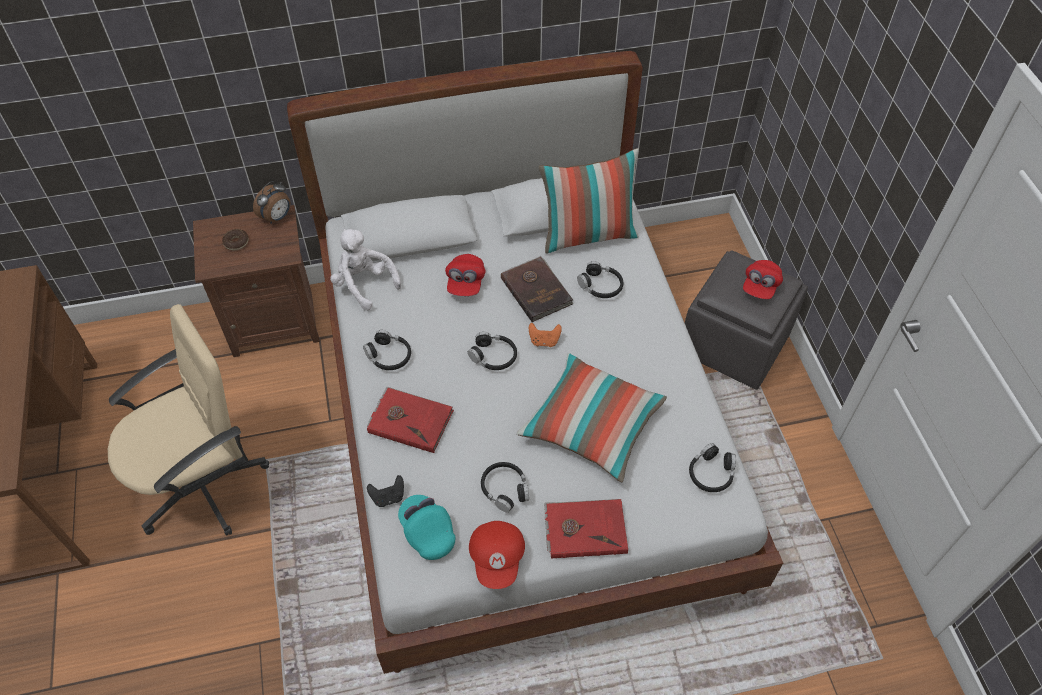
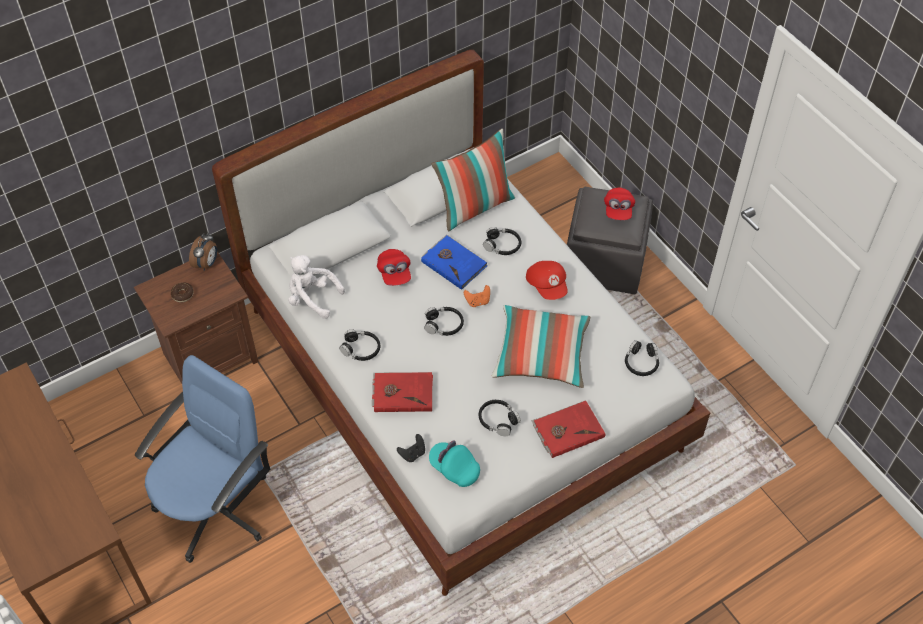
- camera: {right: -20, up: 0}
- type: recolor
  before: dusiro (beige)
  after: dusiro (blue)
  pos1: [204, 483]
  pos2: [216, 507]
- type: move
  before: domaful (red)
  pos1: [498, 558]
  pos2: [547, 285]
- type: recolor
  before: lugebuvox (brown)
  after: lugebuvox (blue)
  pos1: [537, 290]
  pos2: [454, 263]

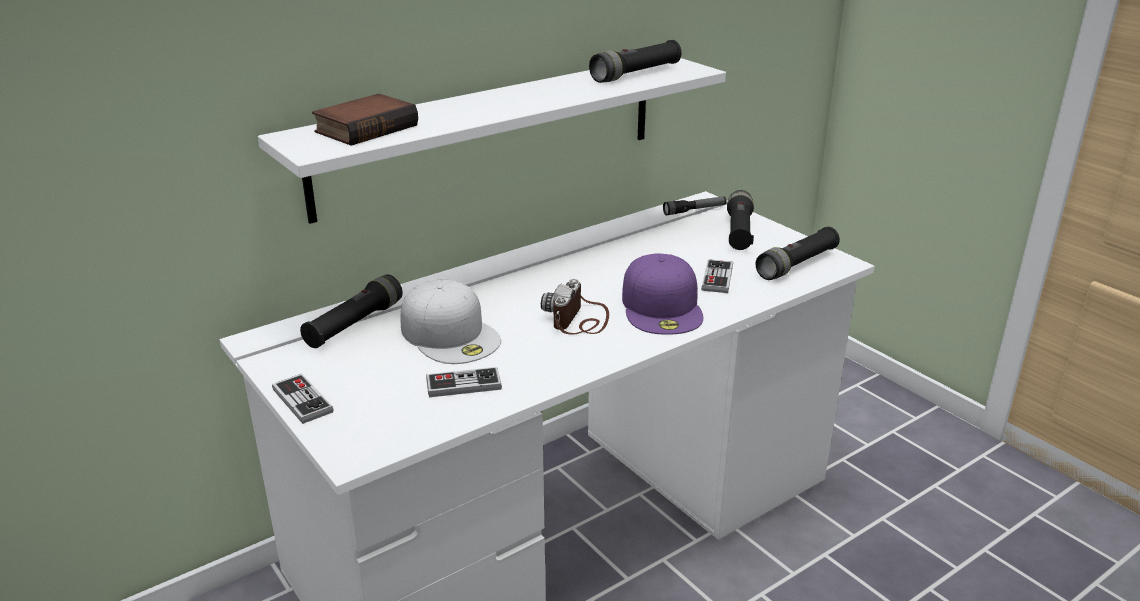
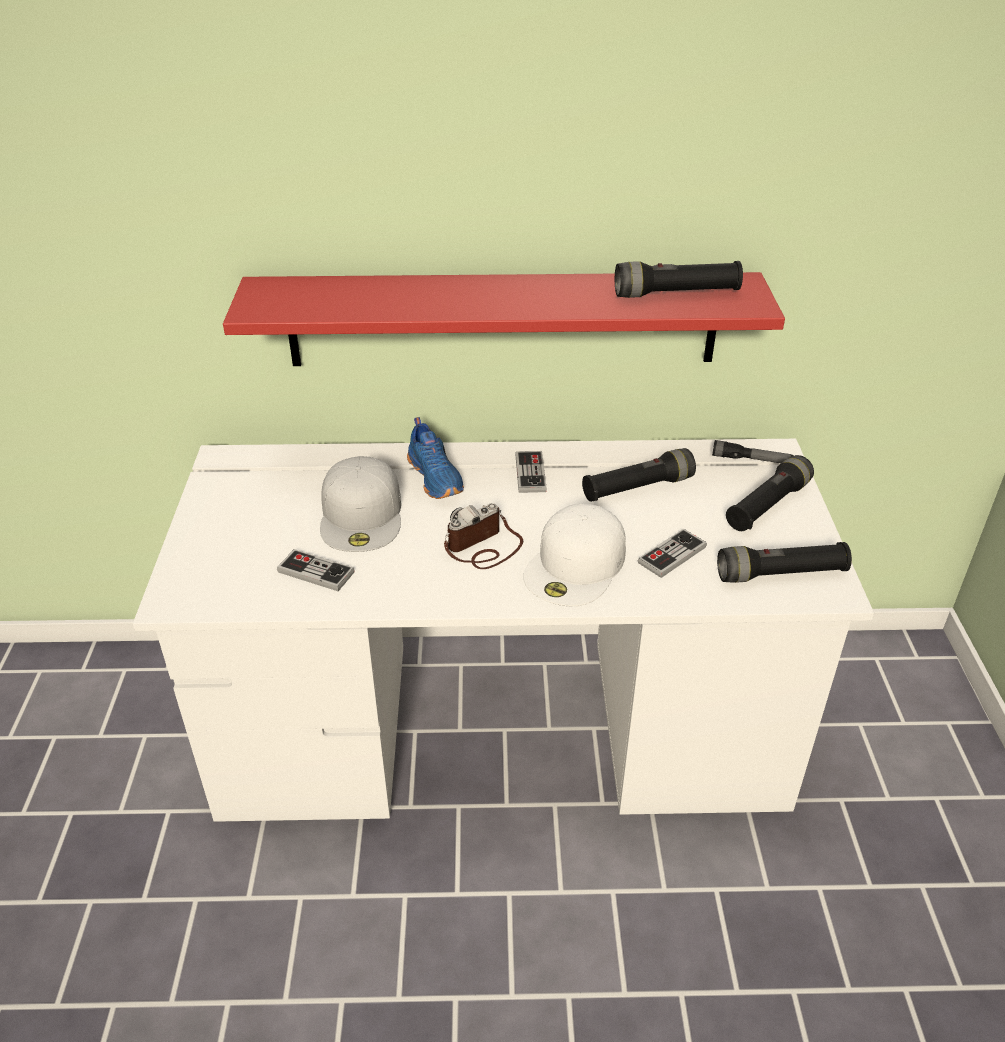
- camera: {right: 35, up: 10}
- type: recolor
  before: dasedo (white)
  after: dasedo (red)
  pos1: [491, 133]
  pos2: [502, 319]
- type: move
  before: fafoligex
  pos1: [302, 400]
  pos2: [530, 473]
- type: move
  before: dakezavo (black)
  pos1: [354, 324]
  pos2: [637, 488]
- type: delete
  before: lugebuvox
  pos1: [366, 128]
- type: recolor
  before: domaful (purple)
  after: domaful (white)
  pos1: [662, 307]
  pos2: [576, 566]
- type: insert
  after: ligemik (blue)
  pos2: [436, 477]

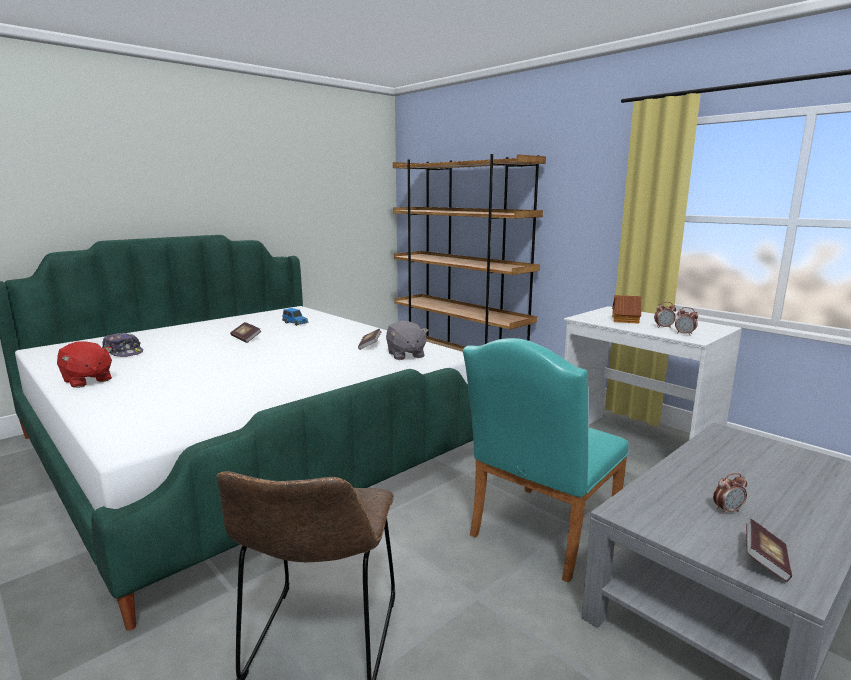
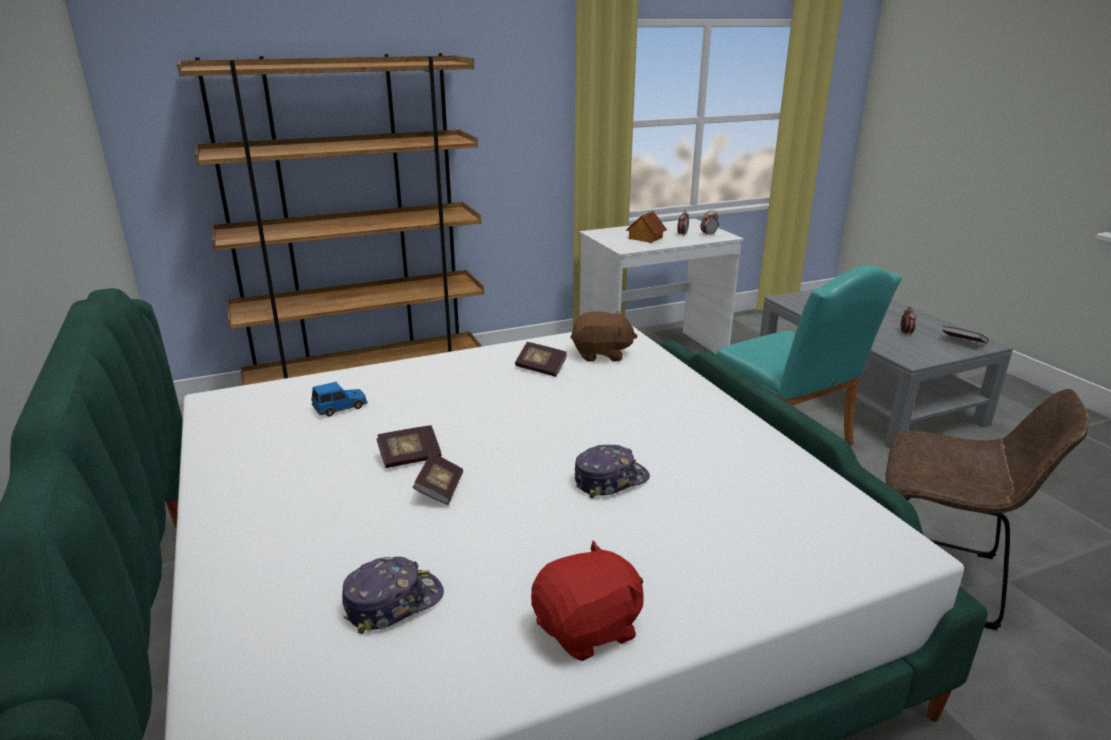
- camera: {right: -70, up: 10}
- type: recolor
  before: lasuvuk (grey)
  after: lasuvuk (brown)
  pos1: [405, 355]
  pos2: [601, 354]
- type: insert
  after: lugebuvox
  pos2: [440, 489]
- type: insert
  after: domaful
  pos2: [610, 480]

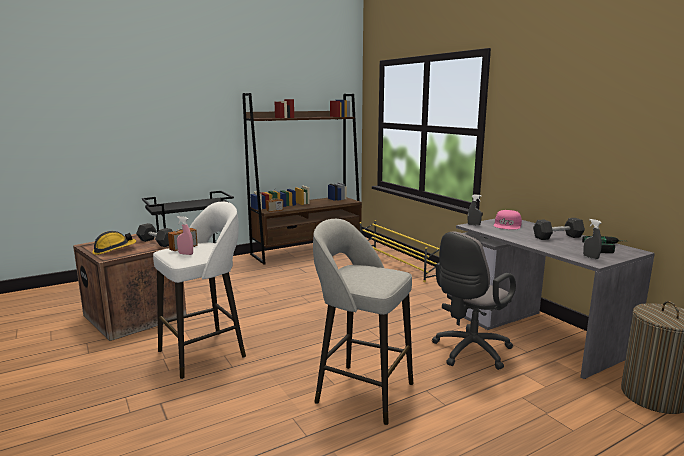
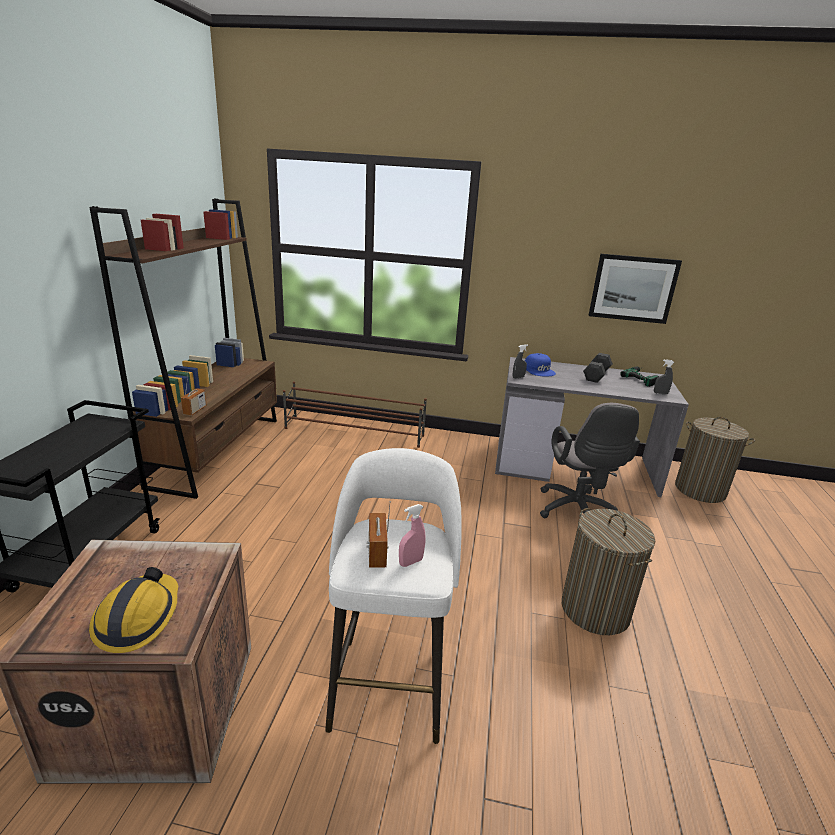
- camera: {right: -50, up: 10}
- type: delete
  before: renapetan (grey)
  pos1: [156, 242]
- type: replace
  before: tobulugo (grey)
  after: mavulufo
  pos1: [362, 392]
  pos2: [595, 610]
- type: recolor
  before: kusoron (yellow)
  after: kusoron (brown)
  pos1: [397, 263]
  pos2: [355, 432]
- type: recolor
  before: domaful (pink)
  after: domaful (blue)
  pos1: [507, 225]
  pos2: [539, 370]
- type: insert
  after: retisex
  pos2: [633, 288]

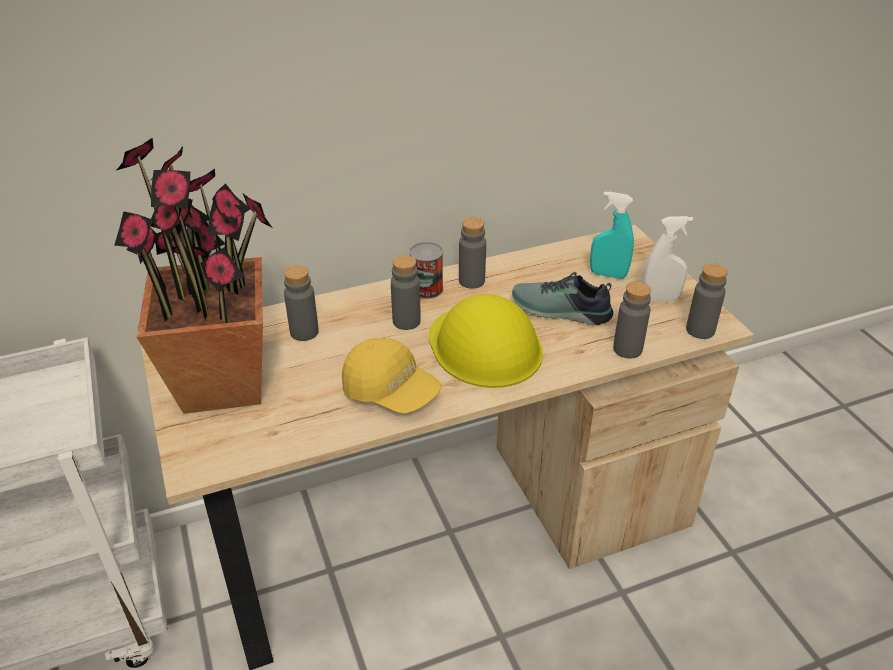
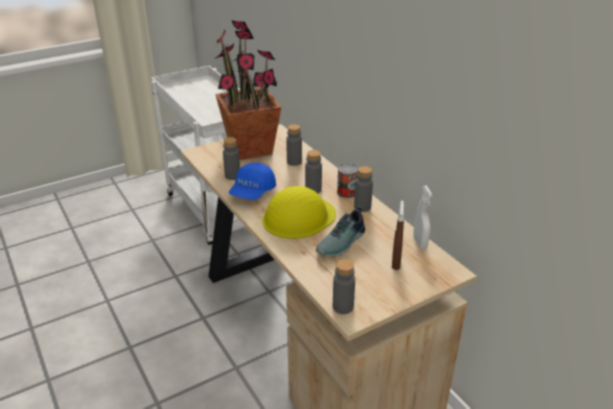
- camera: {right: 80, up: -5}
- type: recolor
  before: domaful (yellow)
  after: domaful (blue)
  pos1: [391, 392]
  pos2: [252, 192]
- type: rotate
  before: ligemik
  pos1: [560, 311]
  pos2: [343, 243]
  turn: -150
- type: recolor
  before: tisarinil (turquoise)
  after: tisarinil (brown)
  pos1: [608, 274]
  pos2: [396, 262]
- type: move
  before: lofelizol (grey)
  pos1: [627, 349]
  pos2: [232, 176]
- type: move
  before: tisarinil (white)
  pos1: [659, 299]
  pos2: [420, 242]

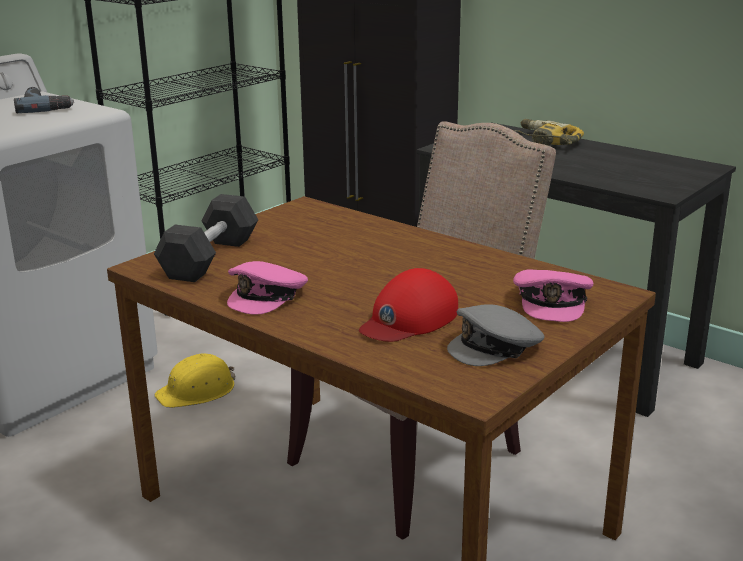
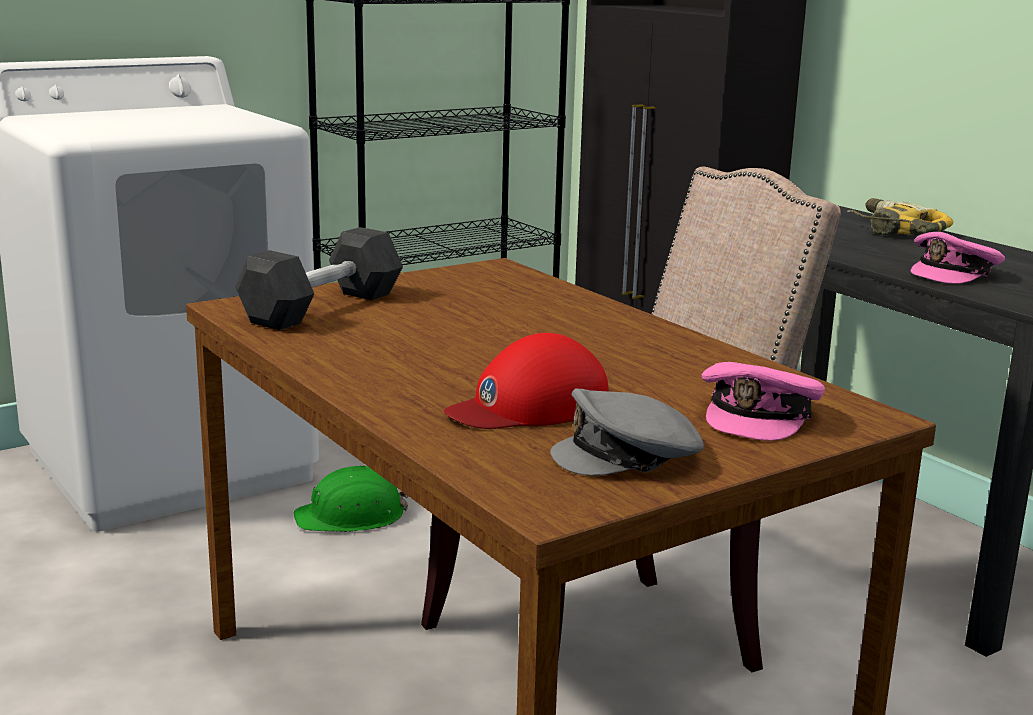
- camera: {right: 15, up: -5}
- type: delete
  before: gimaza
  pos1: [45, 106]
- type: recolor
  before: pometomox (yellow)
  after: pometomox (green)
  pos1: [197, 391]
  pos2: [351, 516]
- type: move
  before: domaful (pink)
  pos1: [267, 296]
  pos2: [954, 273]

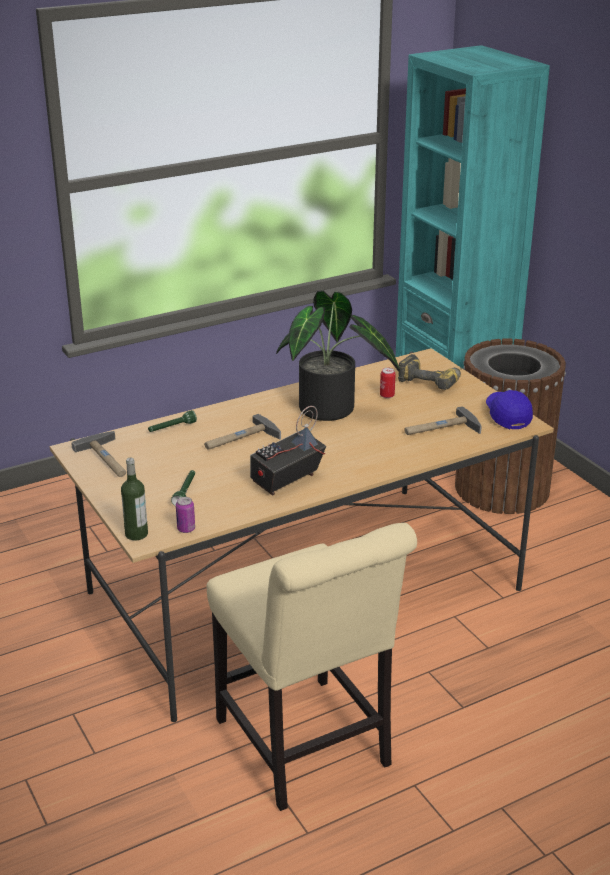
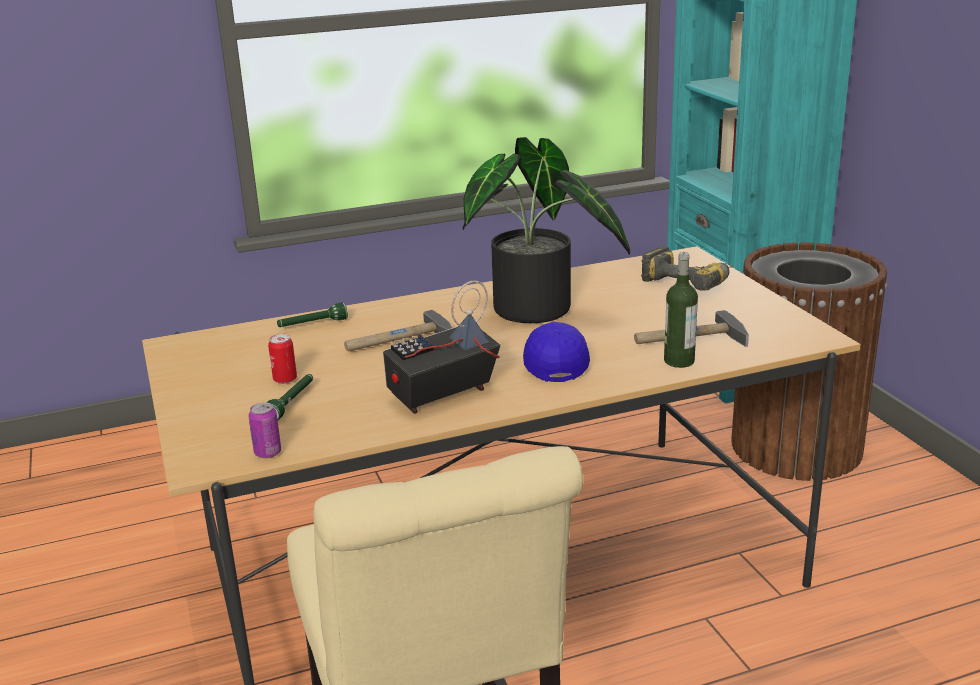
- camera: {right: 10, up: -5}
- type: delete
  before: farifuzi
  pos1: [108, 459]
- type: move
  before: lofelizol
  pos1: [136, 534]
  pos2: [679, 361]
- type: move
  before: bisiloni
  pos1: [387, 395]
  pos2: [285, 379]
- type: move
  before: domaful (blue)
  pos1: [507, 416]
  pos2: [554, 363]

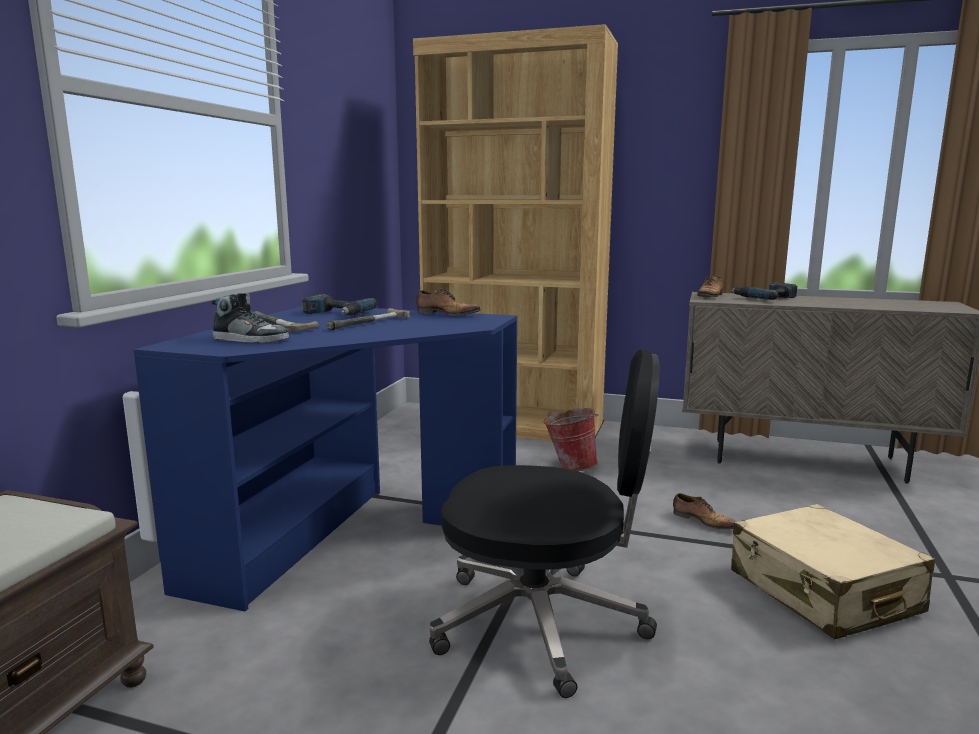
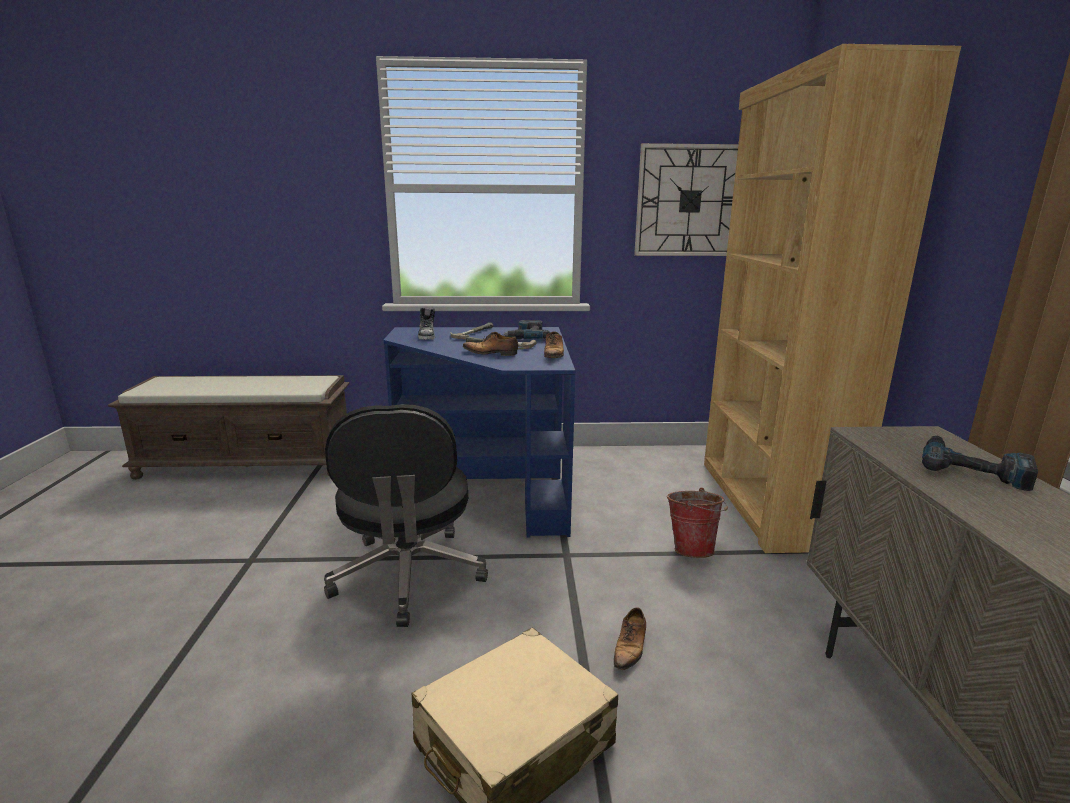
- camera: {right: 70, up: 5}
- type: move
  before: ligemik
  pos1: [710, 296]
  pos2: [491, 353]
- type: insert
  after: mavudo
  pos2: [689, 201]

